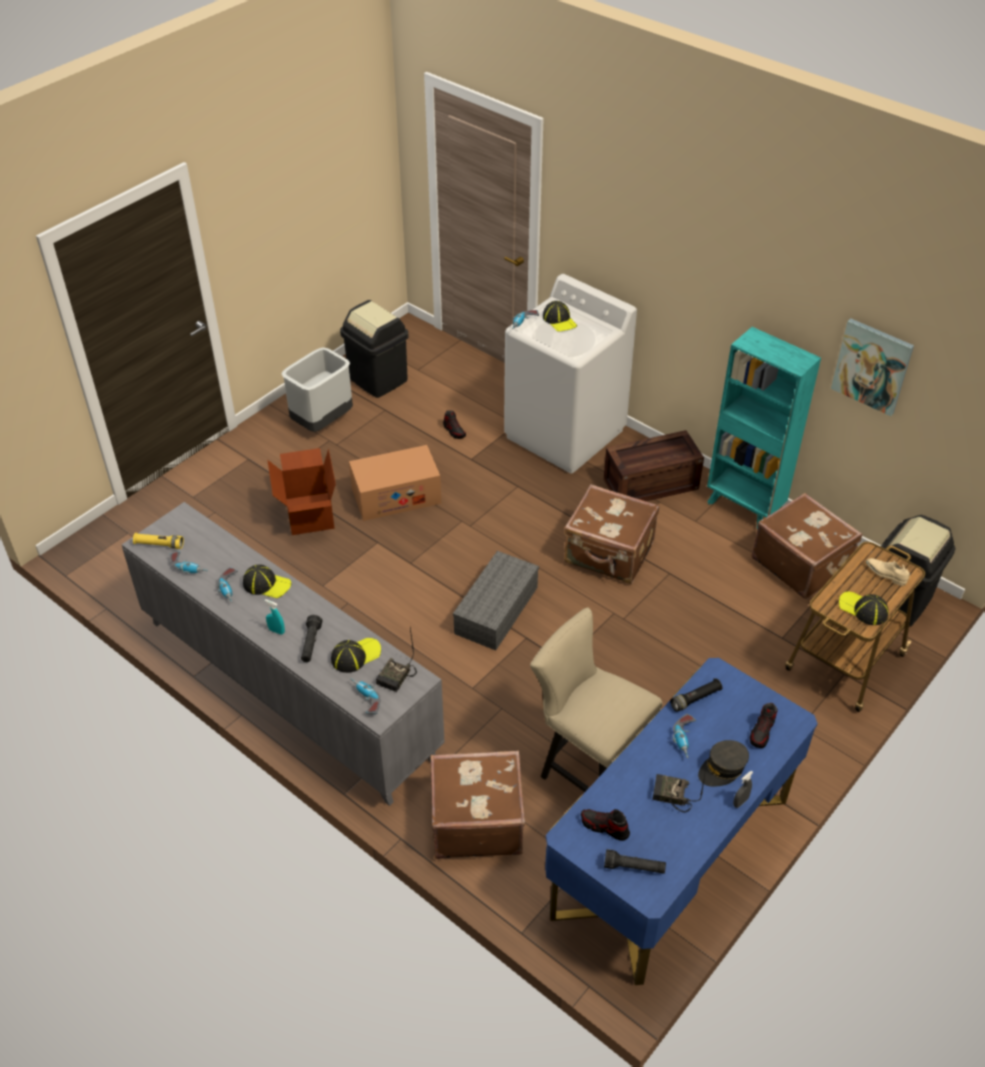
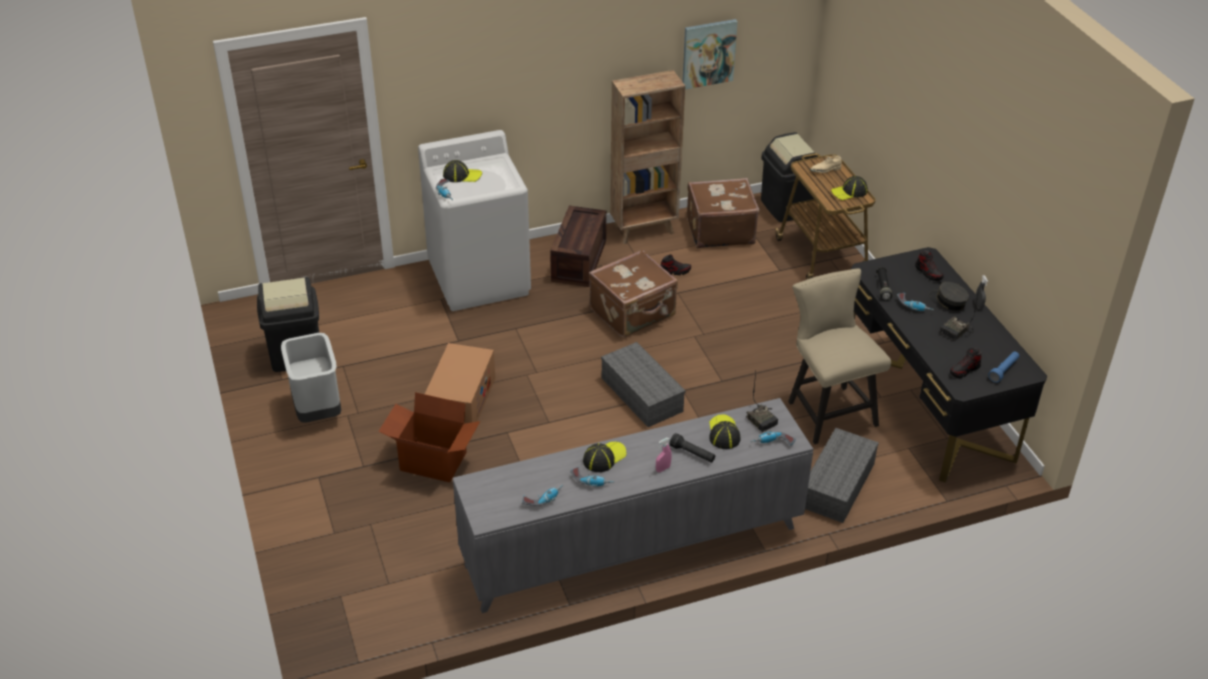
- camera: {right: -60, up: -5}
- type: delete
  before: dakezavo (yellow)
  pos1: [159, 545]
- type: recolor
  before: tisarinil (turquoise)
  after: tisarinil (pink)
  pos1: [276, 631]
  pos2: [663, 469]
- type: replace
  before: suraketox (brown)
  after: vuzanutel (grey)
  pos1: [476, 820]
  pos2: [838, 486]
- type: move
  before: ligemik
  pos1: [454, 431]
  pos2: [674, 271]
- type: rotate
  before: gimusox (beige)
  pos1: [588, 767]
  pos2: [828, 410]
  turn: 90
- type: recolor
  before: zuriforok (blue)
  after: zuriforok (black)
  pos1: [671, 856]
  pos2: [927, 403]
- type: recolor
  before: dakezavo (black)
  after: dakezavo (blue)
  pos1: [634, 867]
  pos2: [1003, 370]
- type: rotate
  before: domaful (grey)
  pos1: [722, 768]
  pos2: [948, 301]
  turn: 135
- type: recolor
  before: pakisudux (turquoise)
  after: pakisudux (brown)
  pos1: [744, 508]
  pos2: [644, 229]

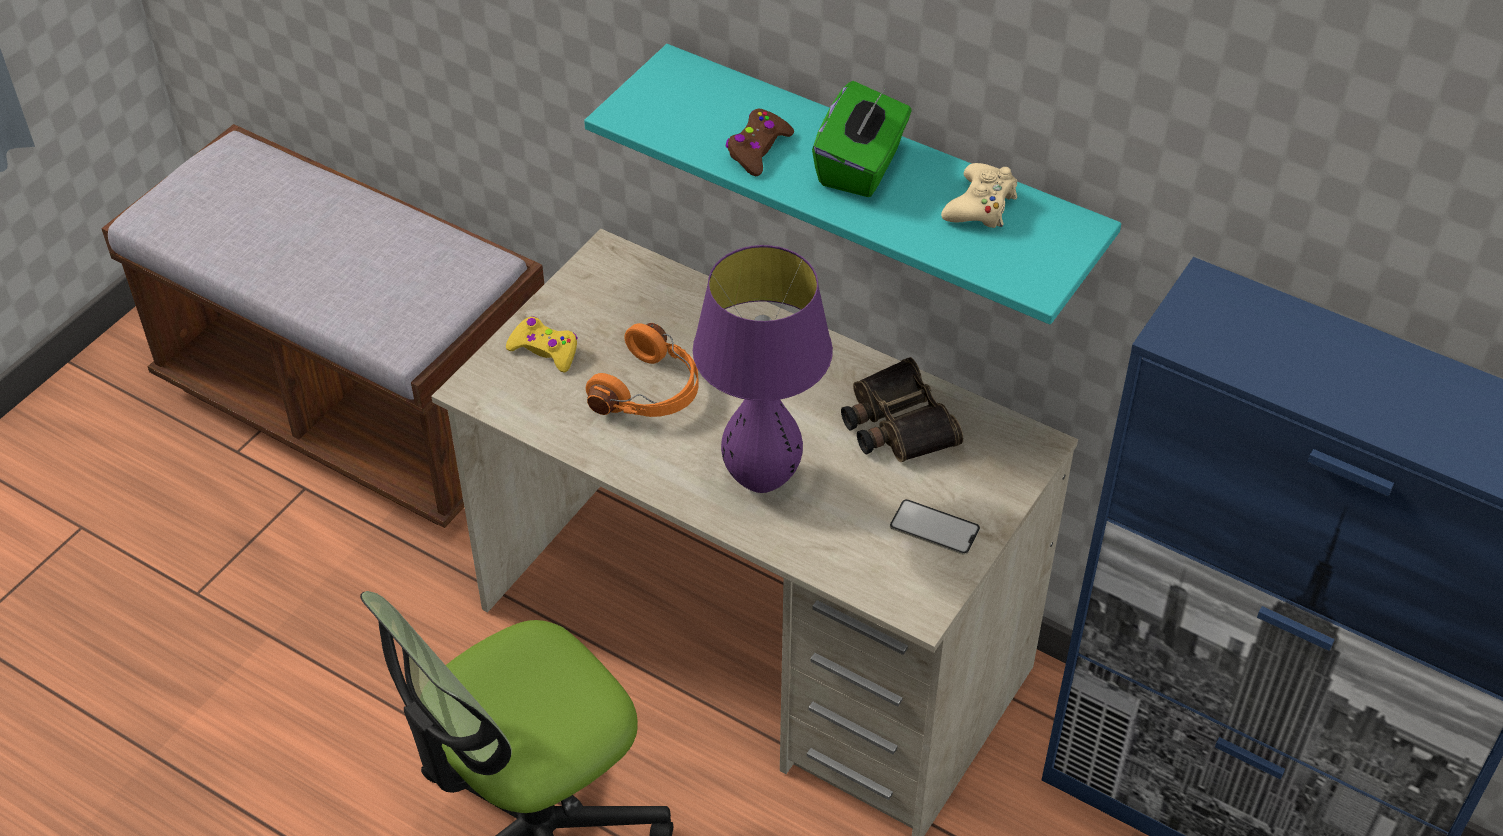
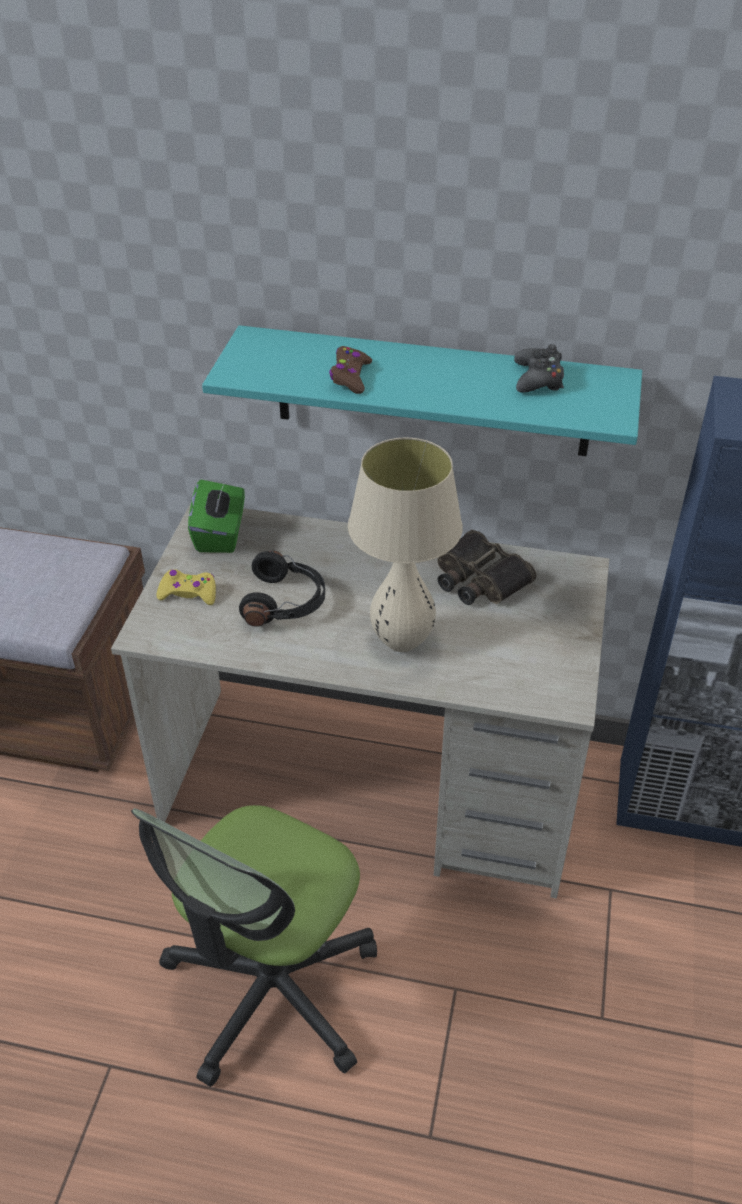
- camera: {right: -20, up: -5}
- type: recolor
  before: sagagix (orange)
  after: sagagix (black)
  pos1: [650, 392]
  pos2: [285, 602]
- type: recolor
  before: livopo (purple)
  after: livopo (beige)
  pos1: [761, 479]
  pos2: [401, 642]
- type: move
  before: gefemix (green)
  pos1: [861, 166]
  pos2: [220, 534]
- type: delete
  before: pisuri
  pos1: [934, 528]
- type: recolor
  before: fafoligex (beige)
  after: fafoligex (black)
  pos1: [980, 206]
  pos2: [538, 379]

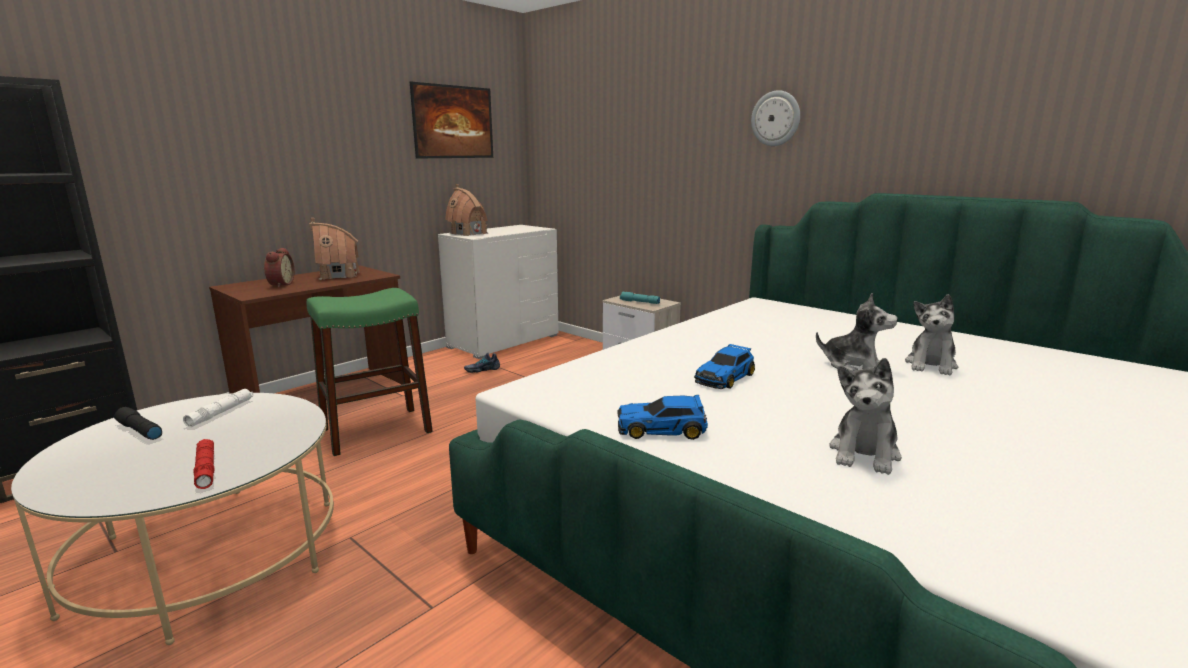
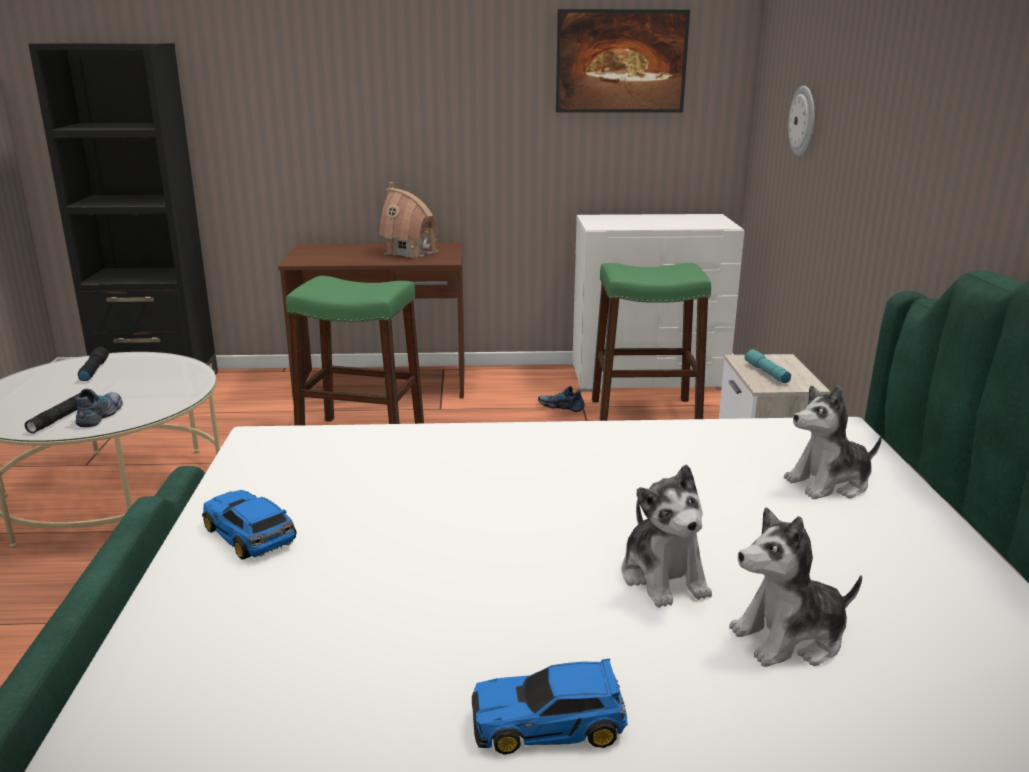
- camera: {right: 45, up: 5}
- type: delete
  before: dakezavo (white)
  pos1: [221, 412]
- type: recolor
  before: dakezavo (red)
  after: dakezavo (black)
  pos1: [206, 469]
  pos2: [60, 418]
- type: delete
  before: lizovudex
  pos1: [279, 285]
- type: delete
  before: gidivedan
  pos1: [468, 233]
- type: move
  before: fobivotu
  pos1: [725, 377]
  pos2: [551, 724]
- type: move
  before: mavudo
  pos1: [776, 118]
  pos2: [803, 121]
- type: move
  before: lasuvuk
  pos1: [864, 453]
  pos2: [829, 483]
- type: insert
  after: ligemik
  pos2: [101, 415]
- type: insert
  after: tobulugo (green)
  pos2: [644, 413]

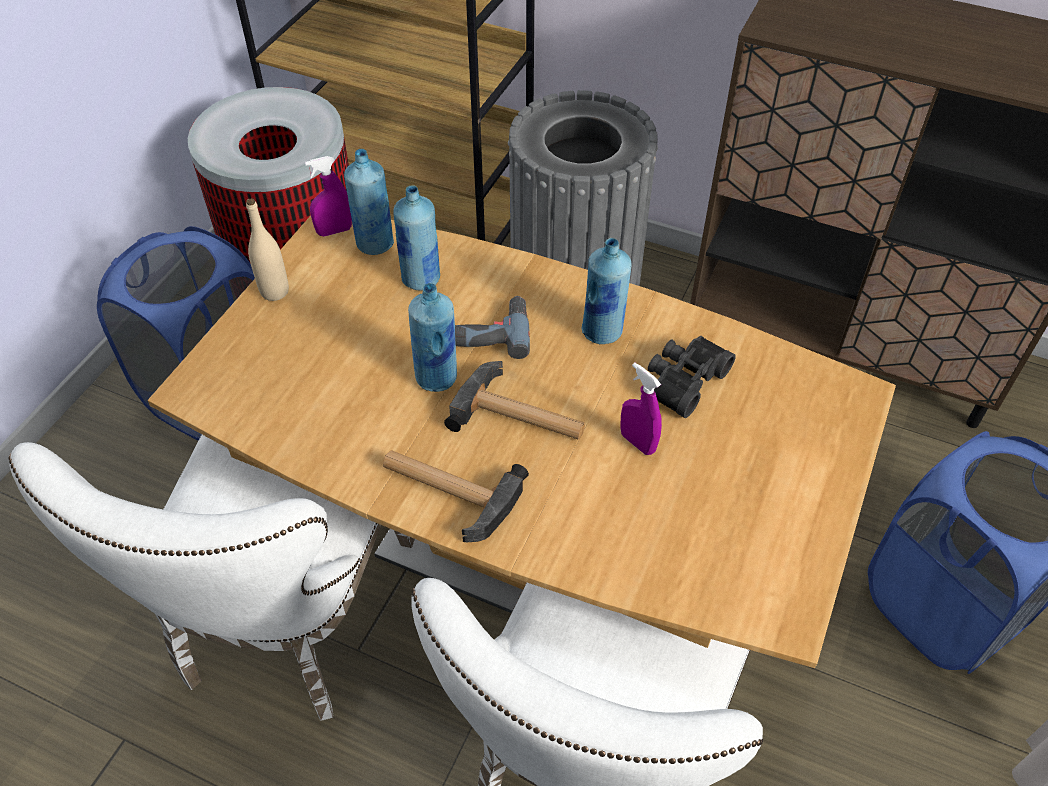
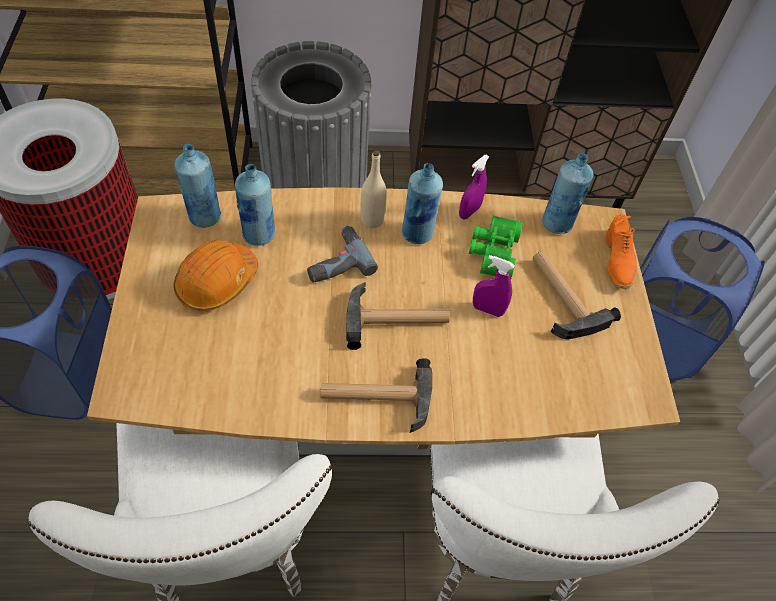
- camera: {right: -30, up: 5}
- type: move
  before: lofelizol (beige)
  pos1: [274, 291]
  pos2: [372, 220]
- type: move
  before: tisarinil (purple)
  pos1: [334, 231]
  pos2: [469, 212]
- type: move
  before: lofelizol (blue)
  pos1: [437, 377]
  pos2: [557, 223]
- type: recolor
  before: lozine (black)
  after: lozine (green)
  pos1: [683, 380]
  pos2: [492, 252]
- type: insert
  after: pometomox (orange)
  pos2: [217, 282]
- type: insert
  after: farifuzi
  pos2: [561, 297]
- type: insert
  after: ligemik (orange)
  pos2: [618, 261]

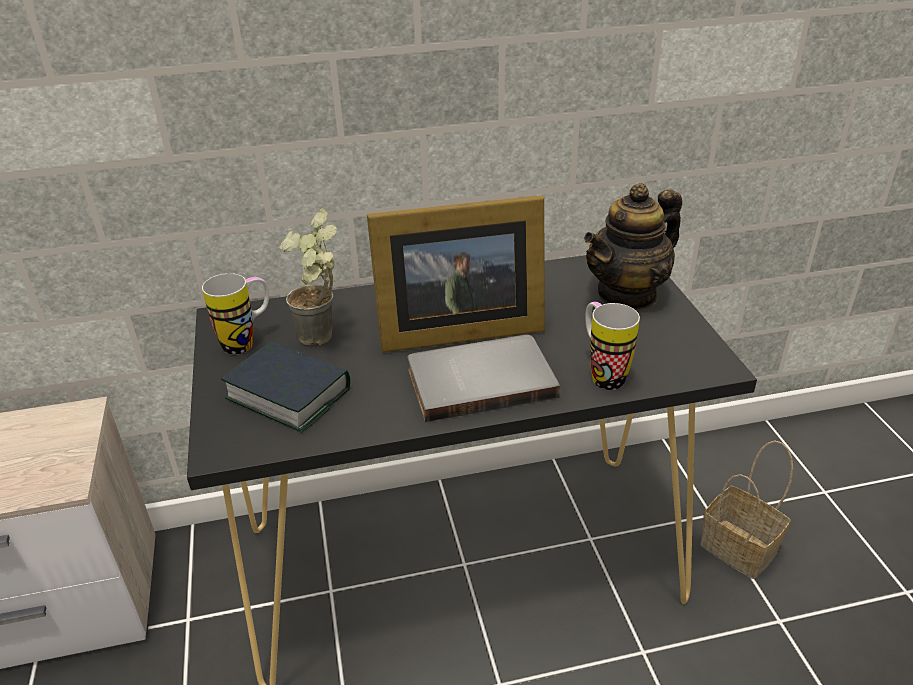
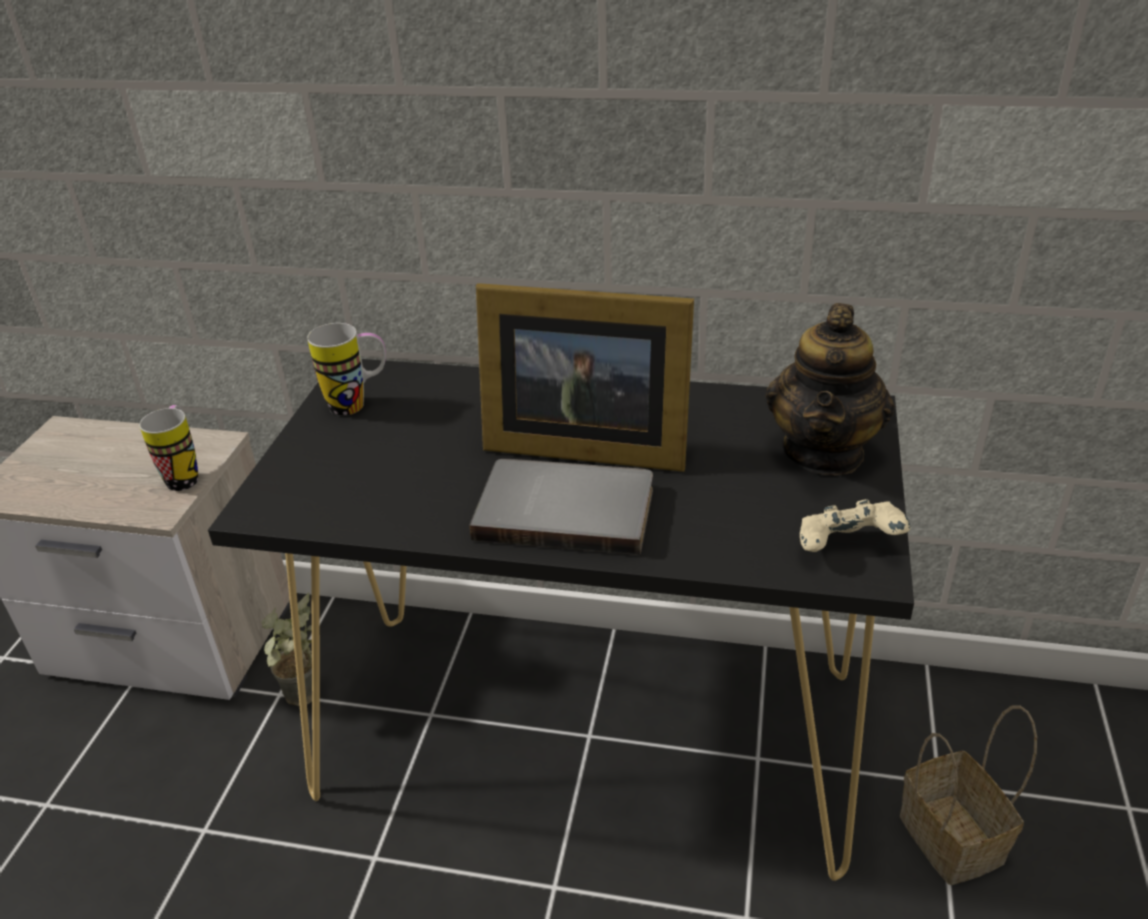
- camera: {right: 25, up: 0}
- type: delete
  before: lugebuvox
  pos1: [288, 394]
- type: move
  before: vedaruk
  pos1: [323, 340]
  pos2: [305, 702]
- type: rotate
  before: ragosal
  pos1: [628, 294]
  pos2: [824, 451]
  turn: -60
- type: move
  before: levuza
  pos1: [602, 373]
  pos2: [185, 475]
- type: insert
  after: fafoligex (beige)
  pos2: [847, 548]

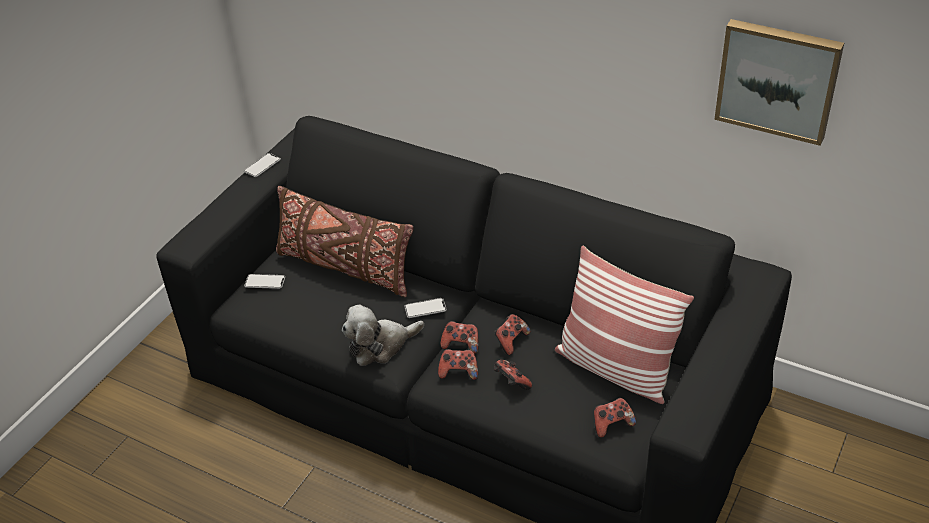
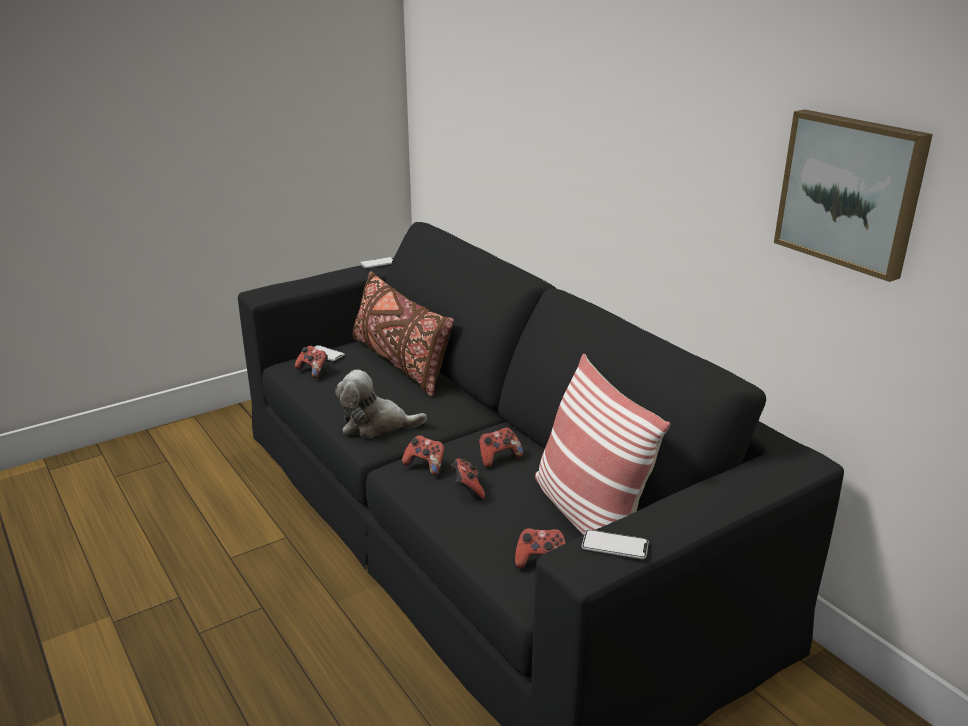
- camera: {right: 25, up: -15}
- type: move
  before: pisuri
  pos1: [425, 308]
  pos2: [615, 546]
- type: move
  before: fafoligex
  pos1: [461, 345]
  pos2: [313, 371]

